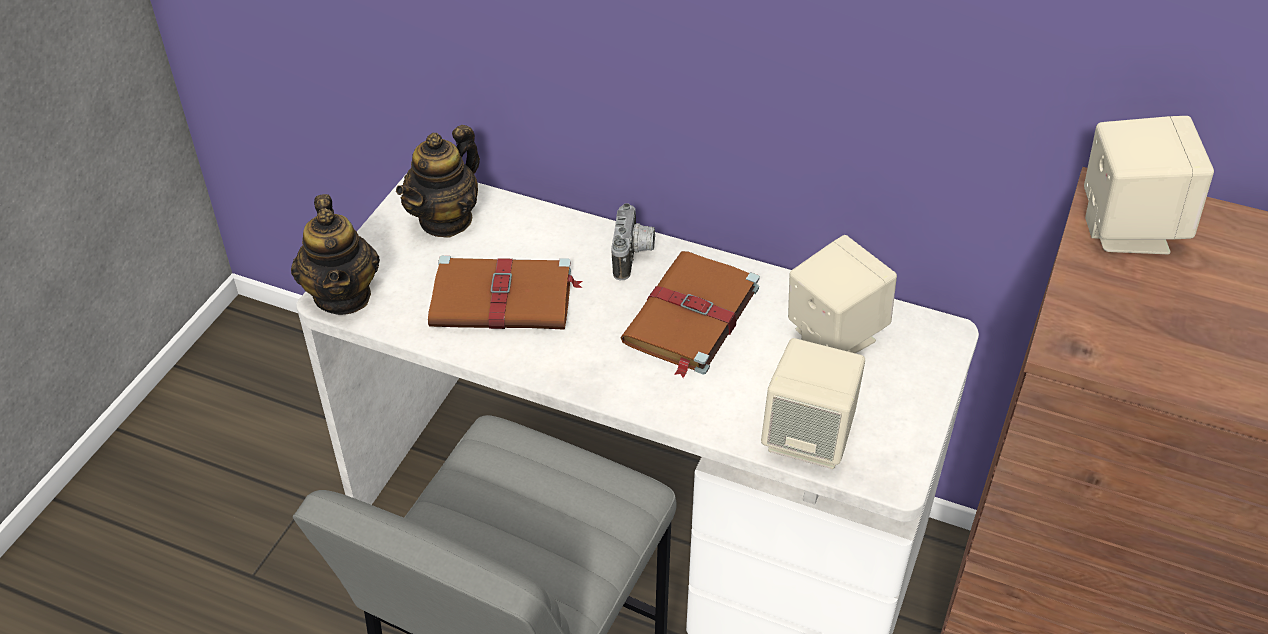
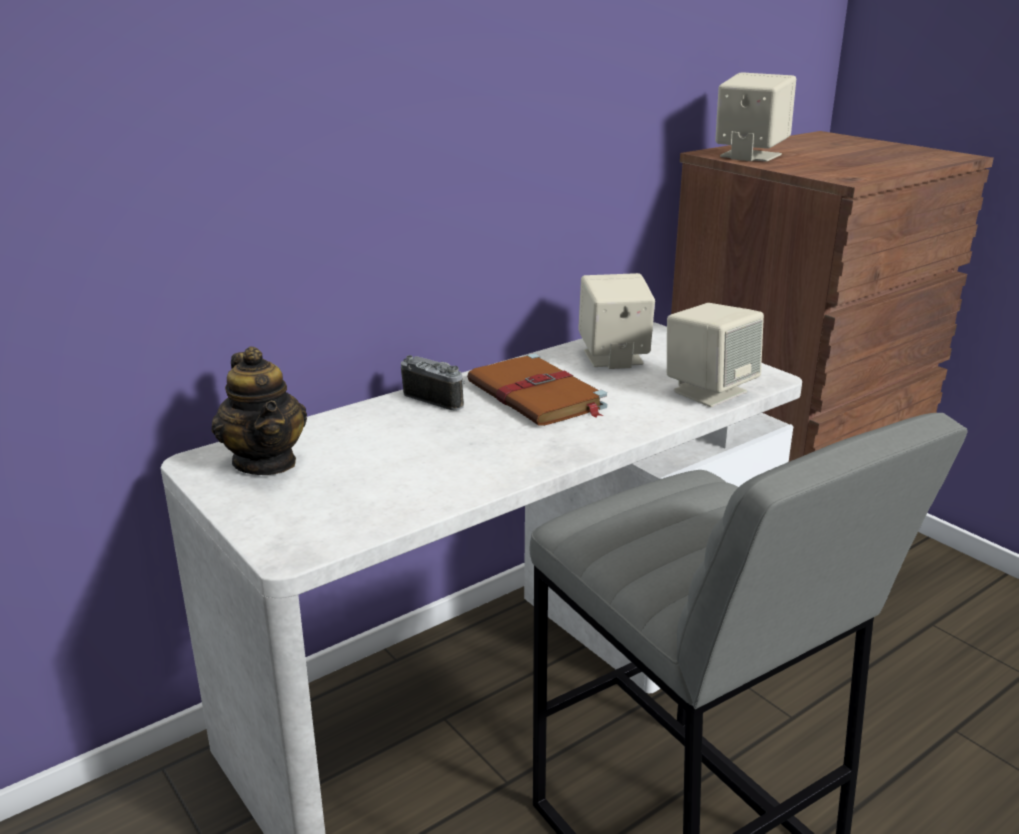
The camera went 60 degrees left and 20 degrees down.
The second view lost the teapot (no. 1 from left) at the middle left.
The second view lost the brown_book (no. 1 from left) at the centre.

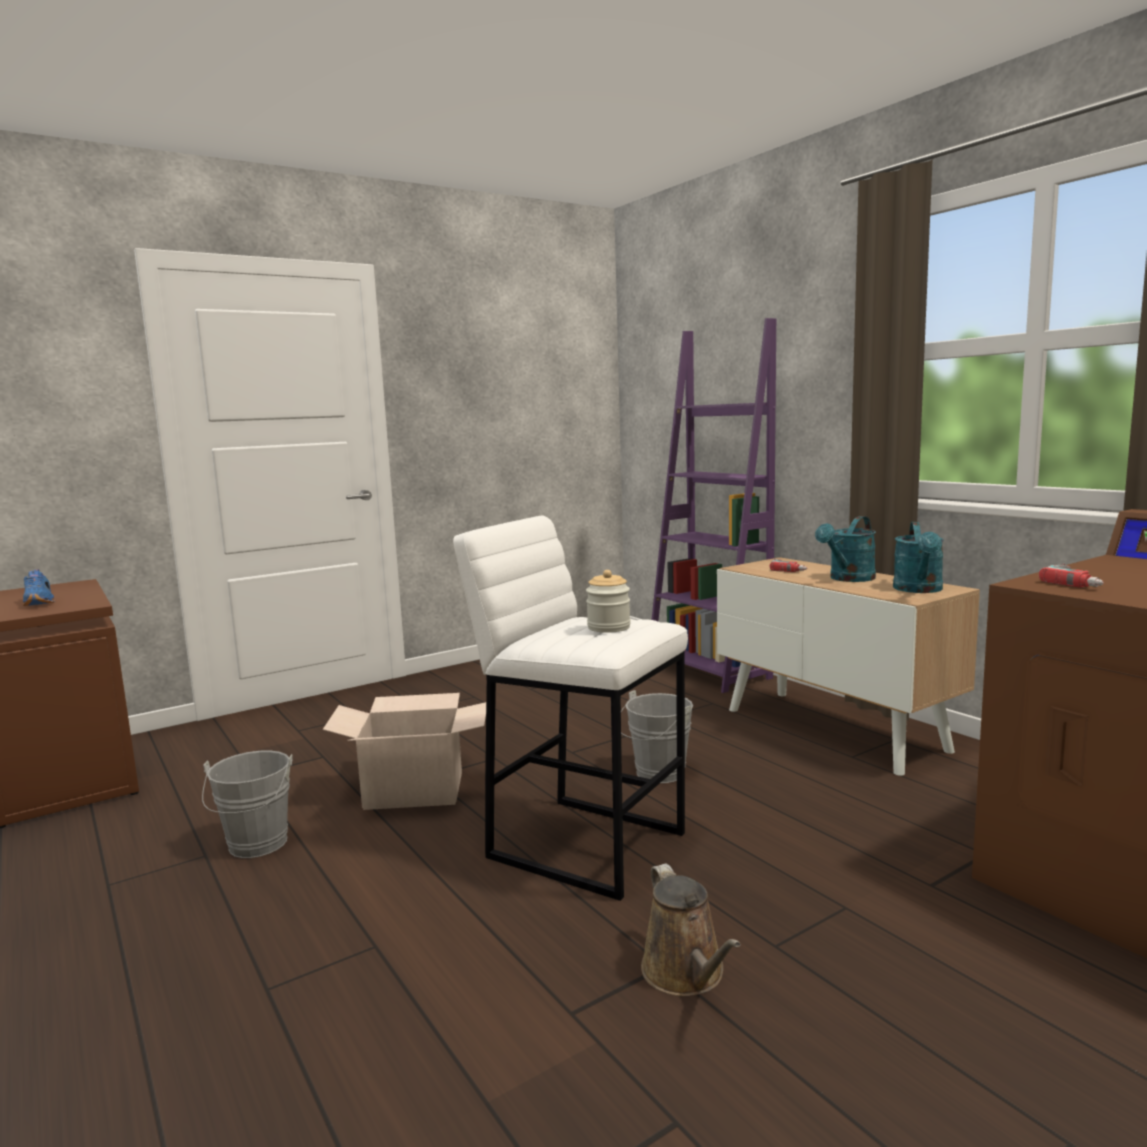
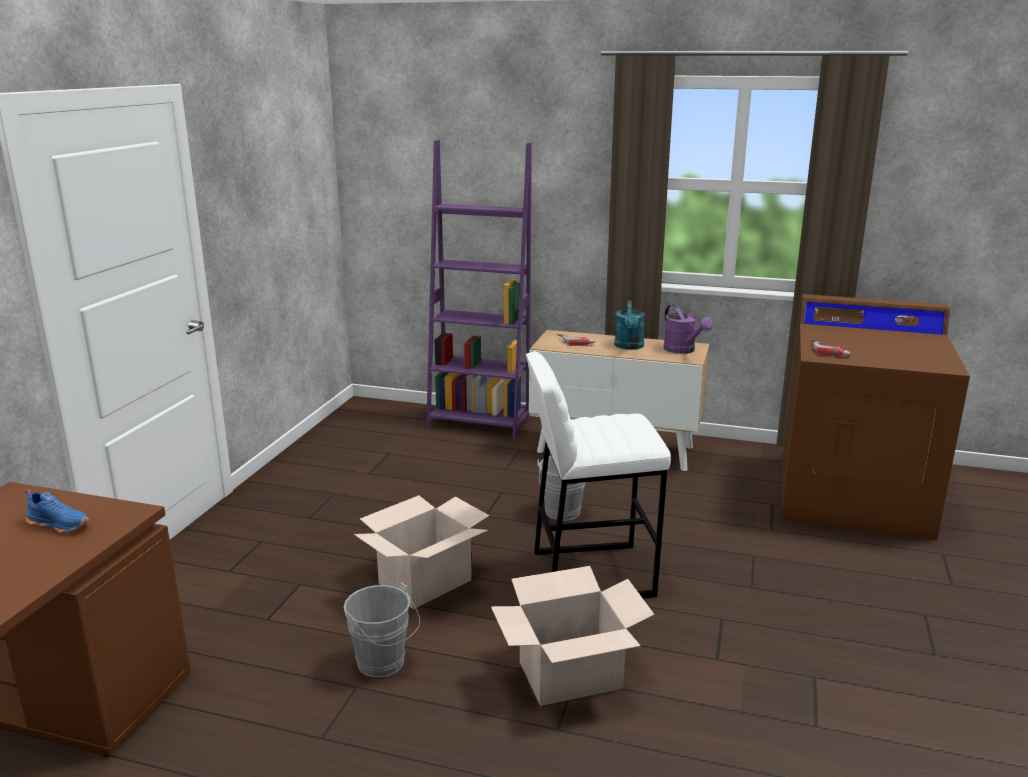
The camera went 40 degrees left and 10 degrees up.
What was the turquoise_watering_can (no. 2 from left) at the middle right turned into the purple_watering_can at the middle right.
The second view lost the jar at the centre.
The second view lost the brown_watering_can at the bottom centre.
The second view gained the cardboard_box (no. 2 from left) at the bottom centre.

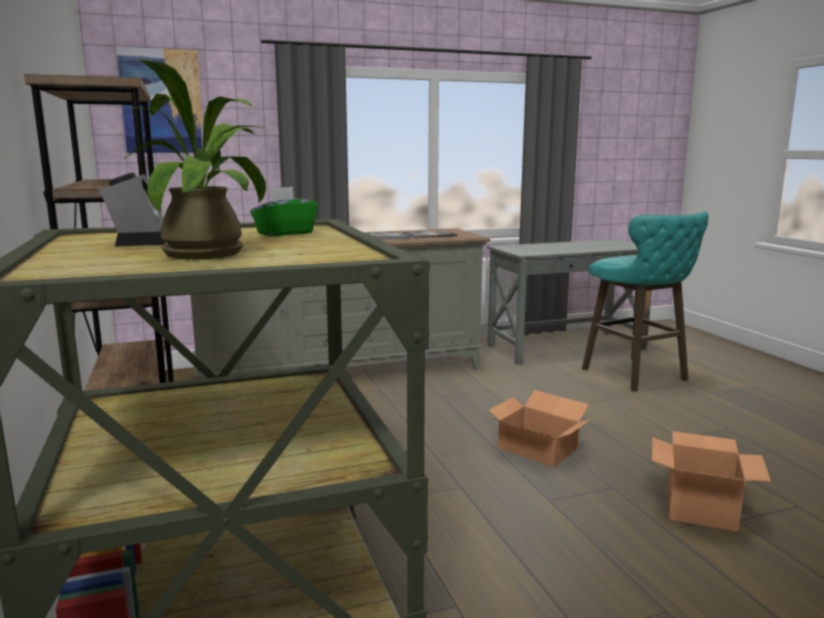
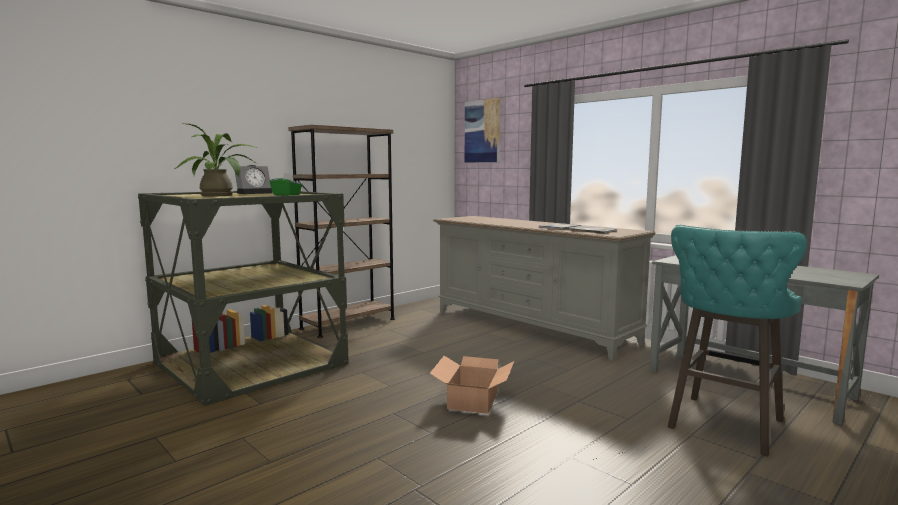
The camera went 65 degrees right and 5 degrees down.
The second view lost the cardboard_box (no. 2 from left) at the bottom right.

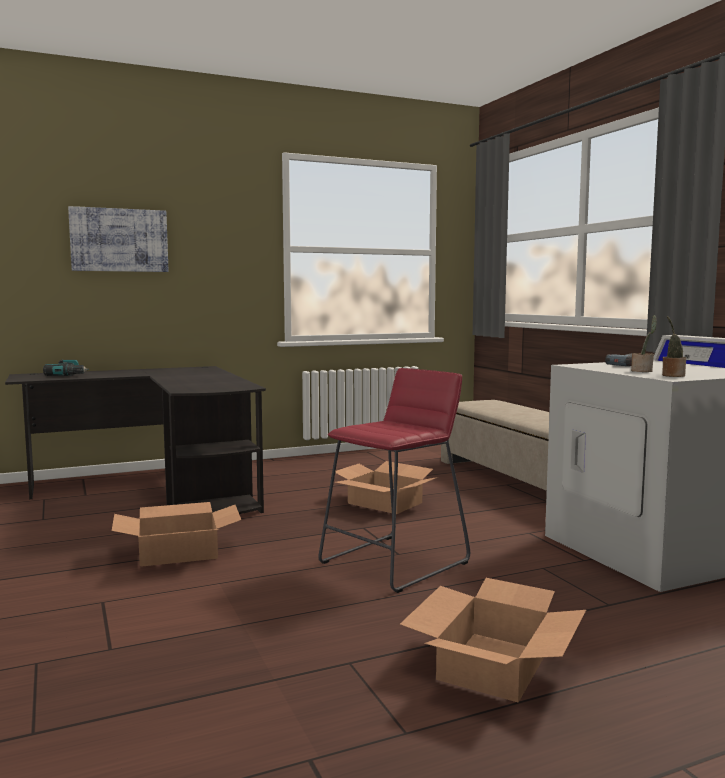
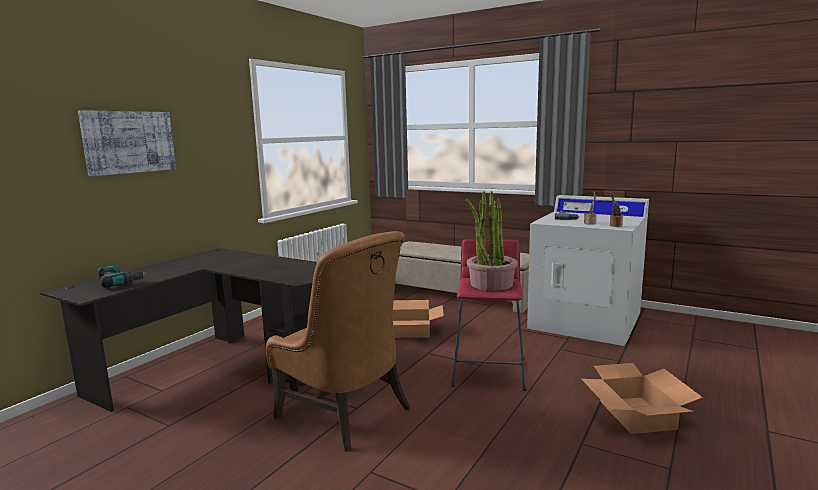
The camera went 35 degrees left and 5 degrees up.
Where the cardboard_box (no. 1 from left) stood at the bottom left, the brown_chair came to stand at the bottom centre.
The second view gained the potted_plant (no. 1 from left) at the centre.

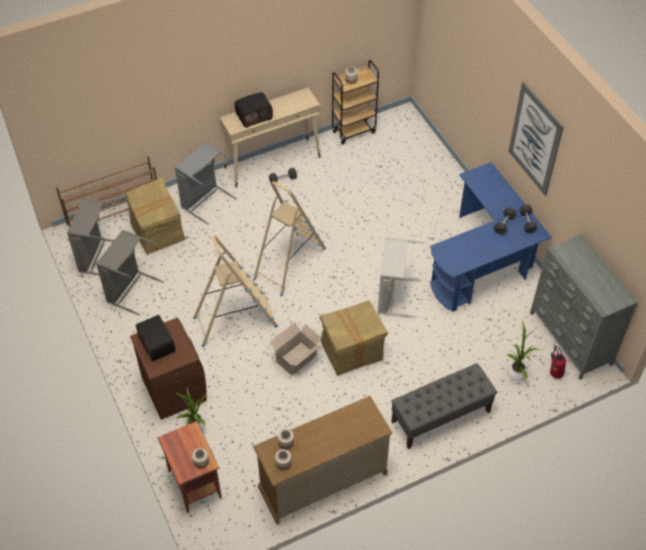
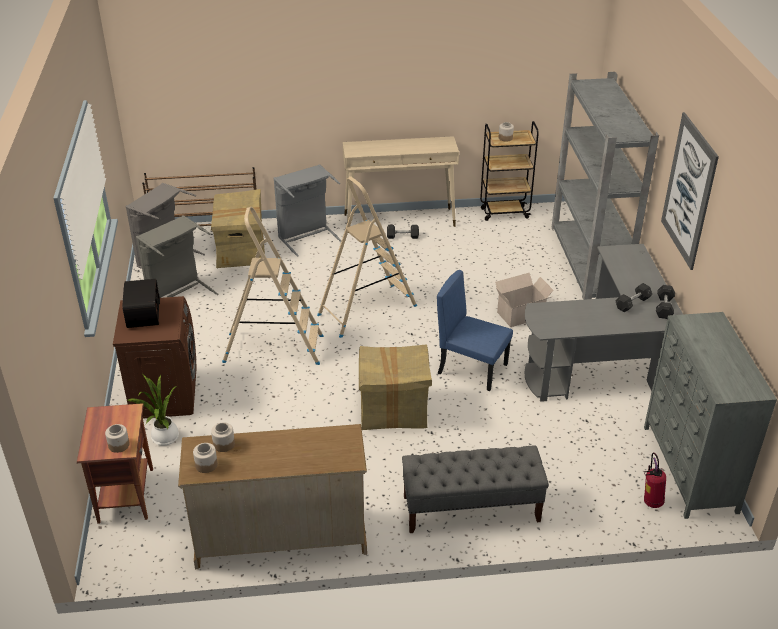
The camera went 20 degrees right and 15 degrees down.
The second view lost the radio (no. 2 from left) at the top centre.
What was the blue_desk at the middle right turned into the grey_desk at the middle right.
Where the grey_laundry_basket (no. 4 from left) stood at the centre, the blue_chair came to stand at the centre.
The second view lost the potted_plant (no. 2 from left) at the middle right.
The cardboard_box (no. 2 from left in the first image) ended up elsewhere, having gone from the centre to the middle right.
The second view gained the grey_bookcase at the top right.

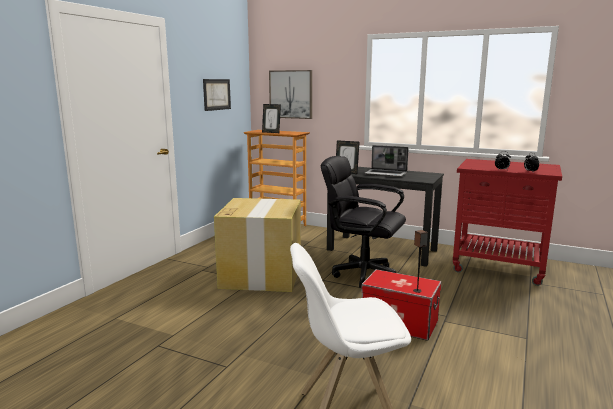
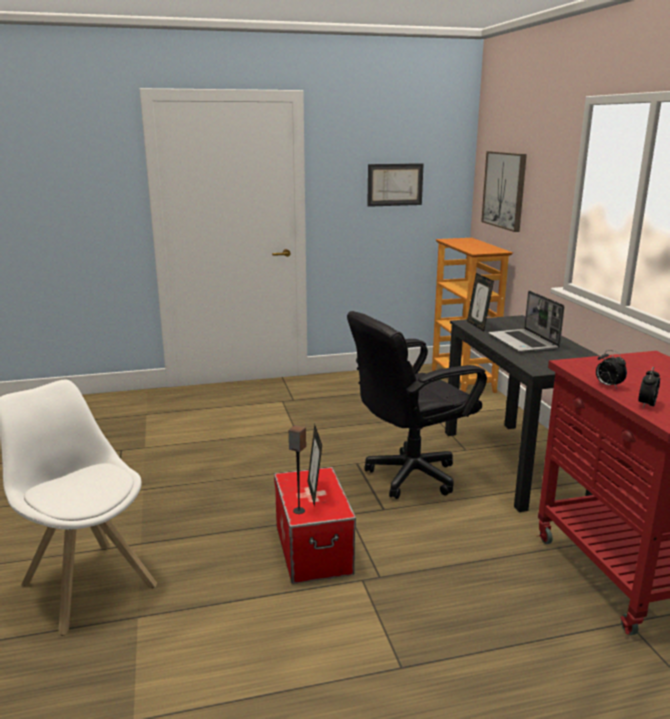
The camera went 50 degrees right and 5 degrees up.
The picture_frame (no. 1 from left) ended up elsewhere, having gone from the top centre to the centre.
The black_office_chair at the centre ended up facing another way, 105 degrees counterclockwise from before.
The second view lost the cardboard_box at the centre.

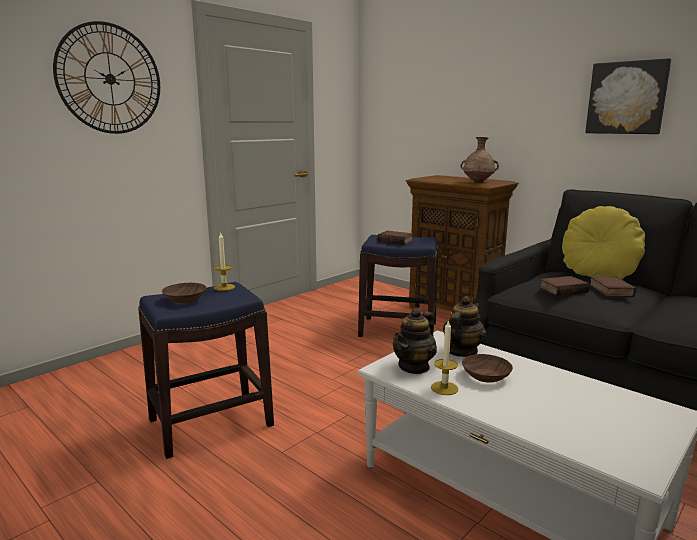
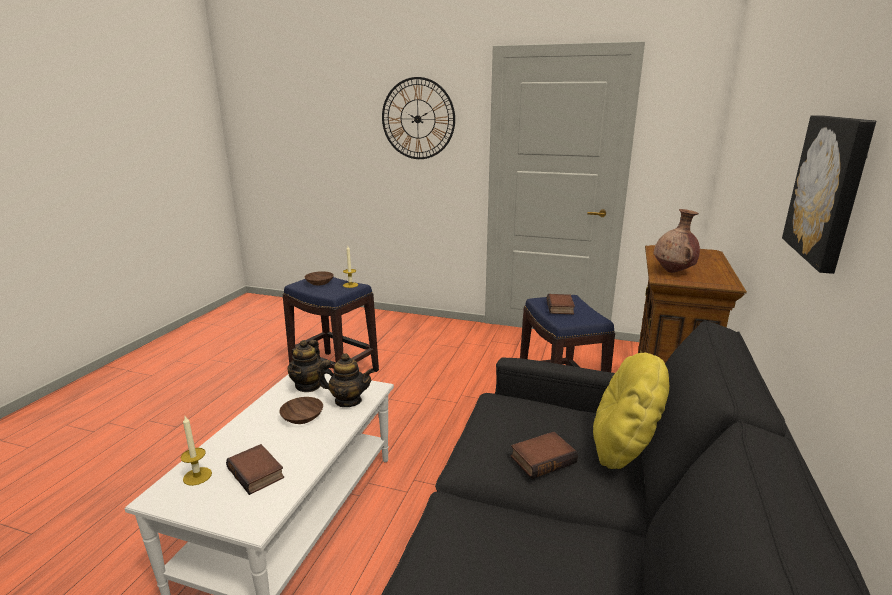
The camera went 65 degrees right and 5 degrees up.
The book (no. 2 from left in the first image) ended up elsewhere, having gone from the middle right to the bottom left.
The teapot (no. 1 from left) at the centre ended up facing another way, 90 degrees counterclockwise from before.
The candle (no. 2 from left in the first image) ended up elsewhere, having gone from the centre to the bottom left.

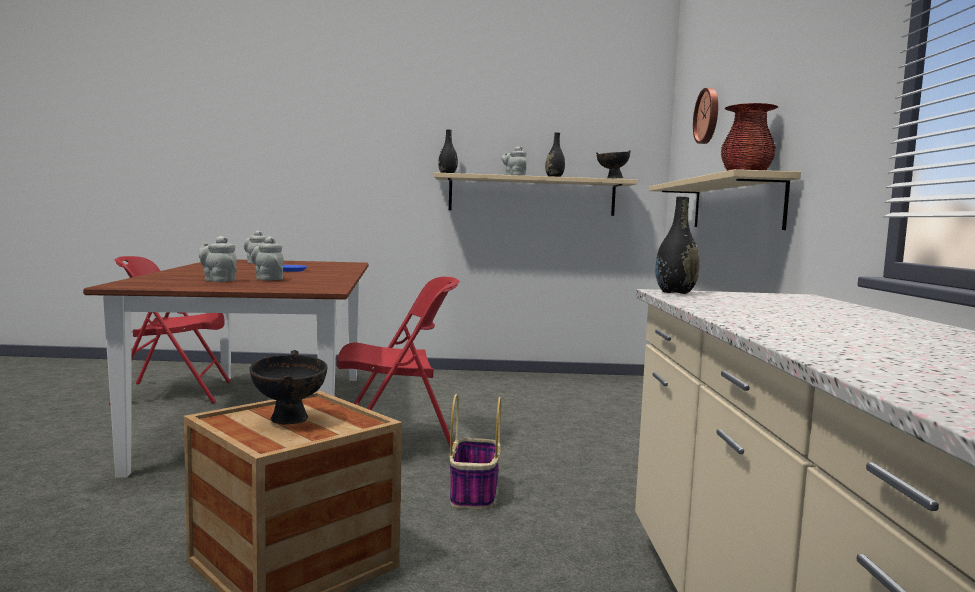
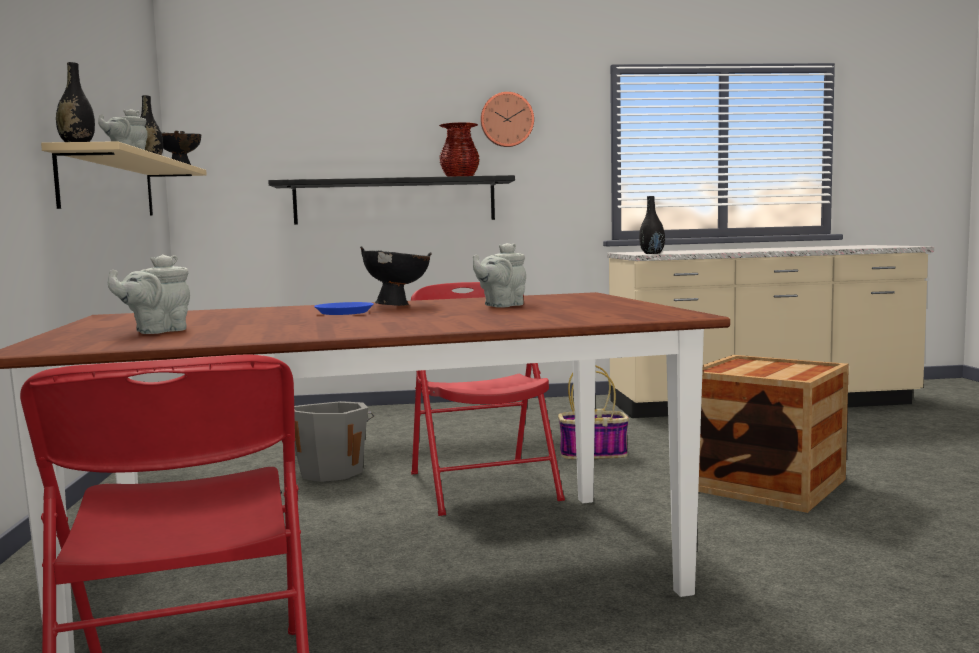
The camera went 95 degrees left and 0 degrees up.
The wall_clock ended up elsewhere, having gone from the top right to the top centre.
What was the beige_shelf (no. 2 from left) at the middle right turned into the black_shelf at the top centre.
The second view lost the grey_teapot (no. 1 from left) at the middle left.
The black_bowl (no. 1 from left in the first image) ended up elsewhere, having gone from the middle left to the centre.
The second view gained the grey_bucket at the bottom centre.

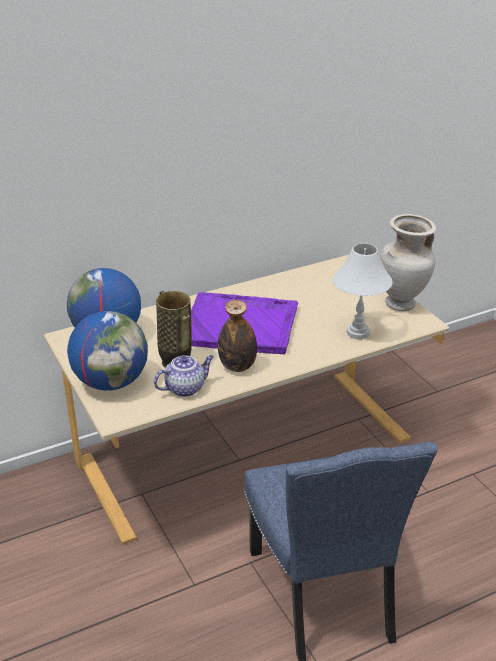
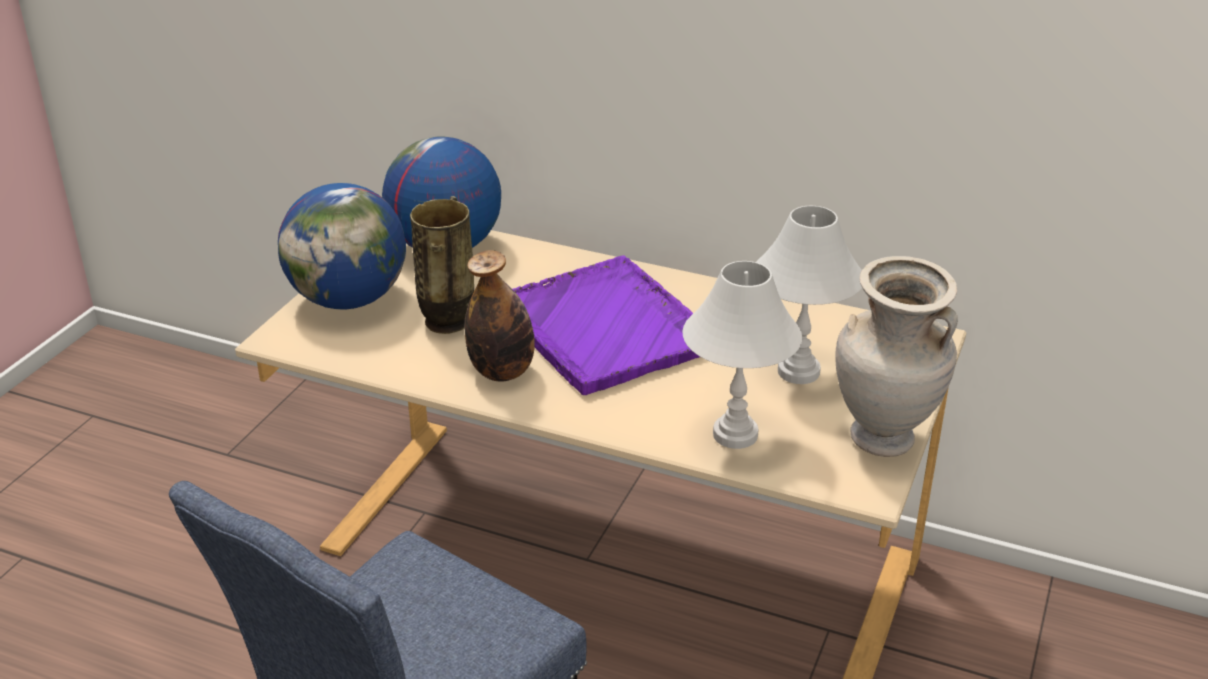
The camera went 50 degrees right and 0 degrees up.
The second view lost the teapot at the centre.
The second view gained the white_table_lamp (no. 2 from left) at the middle right.

